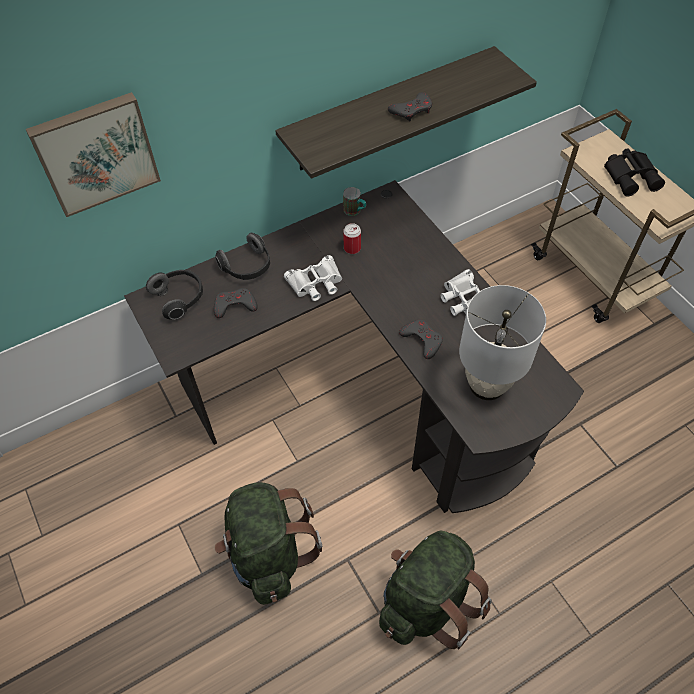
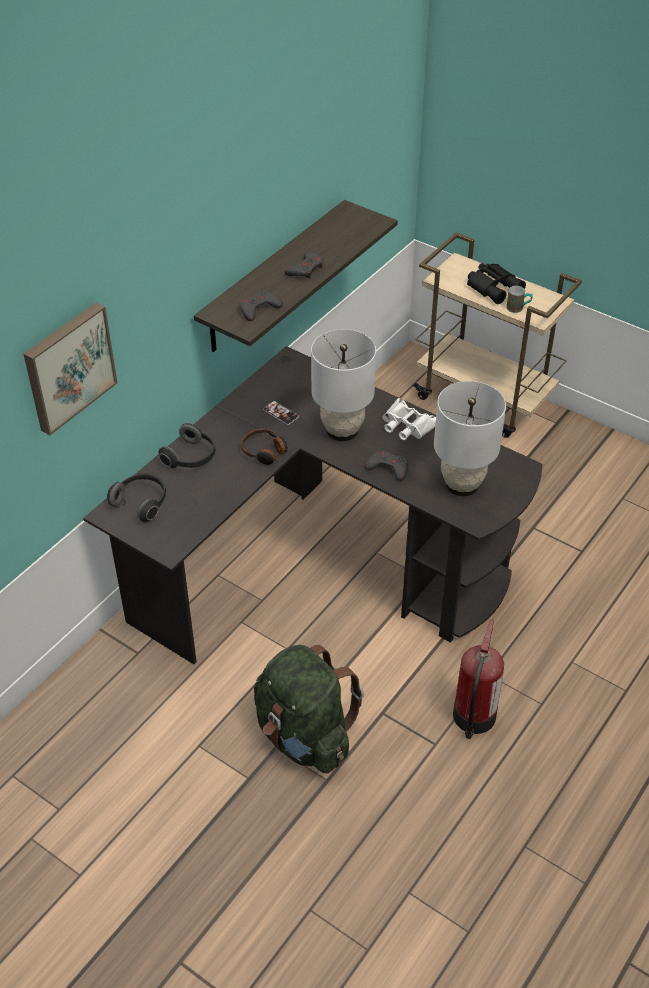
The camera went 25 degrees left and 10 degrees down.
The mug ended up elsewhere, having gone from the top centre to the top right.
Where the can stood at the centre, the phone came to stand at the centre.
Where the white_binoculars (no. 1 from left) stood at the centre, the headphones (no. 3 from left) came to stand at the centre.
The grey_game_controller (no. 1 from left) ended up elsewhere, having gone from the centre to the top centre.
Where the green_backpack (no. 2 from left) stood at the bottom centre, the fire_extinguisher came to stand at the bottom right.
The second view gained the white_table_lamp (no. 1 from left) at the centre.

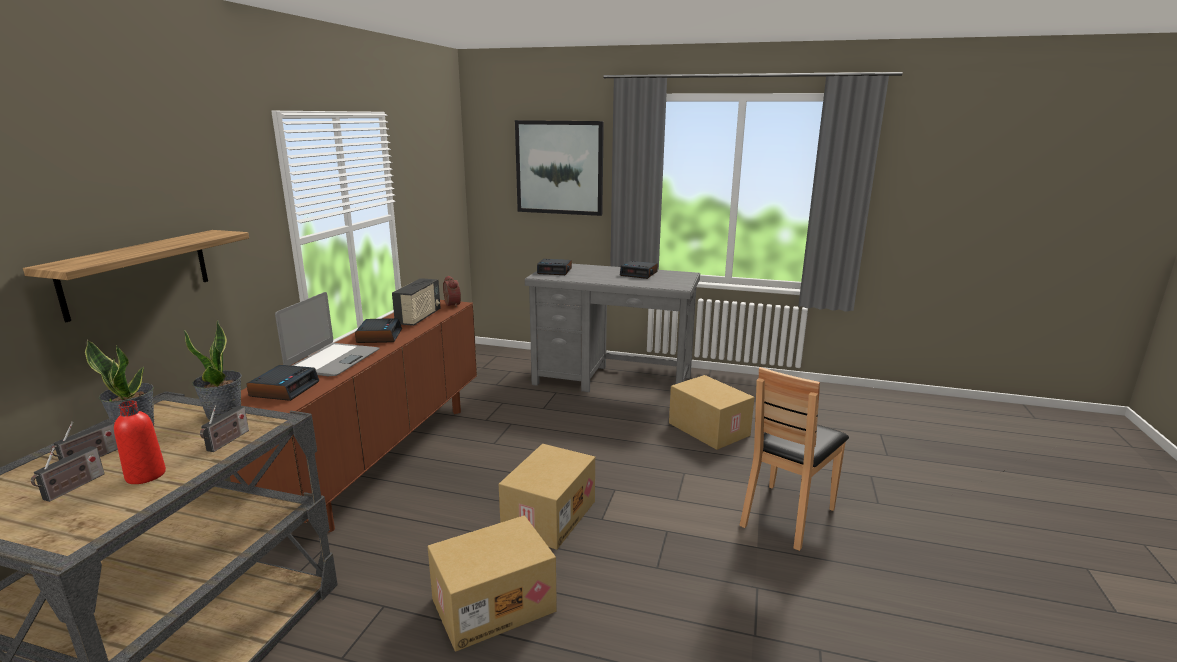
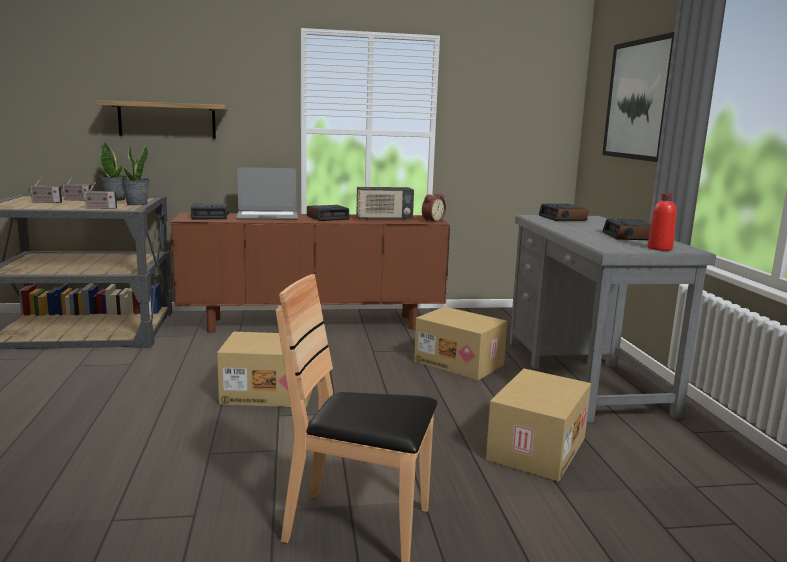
The camera went 65 degrees right and 5 degrees down.
The red_bottle ended up elsewhere, having gone from the bottom left to the middle right.
The cardboard_box (no. 1 from left in the first image) ended up elsewhere, having gone from the bottom centre to the centre.

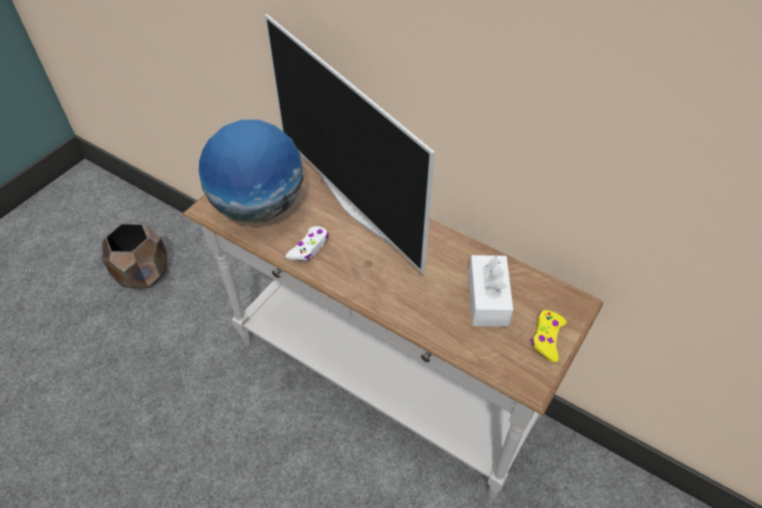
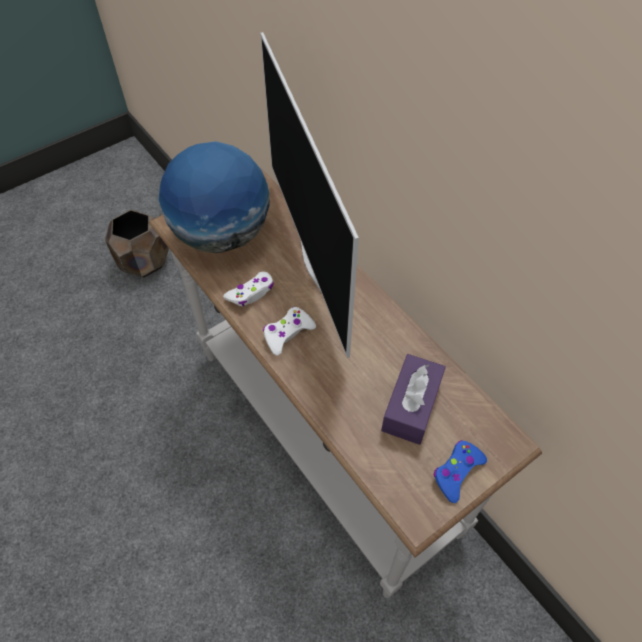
The camera went 20 degrees right and 5 degrees up.
What was the white_tissue_box at the centre turned into the purple_tissue_box at the centre.
What was the yellow_game_controller at the middle right turned into the blue_game_controller at the bottom right.
The second view gained the white_game_controller (no. 2 from left) at the centre.

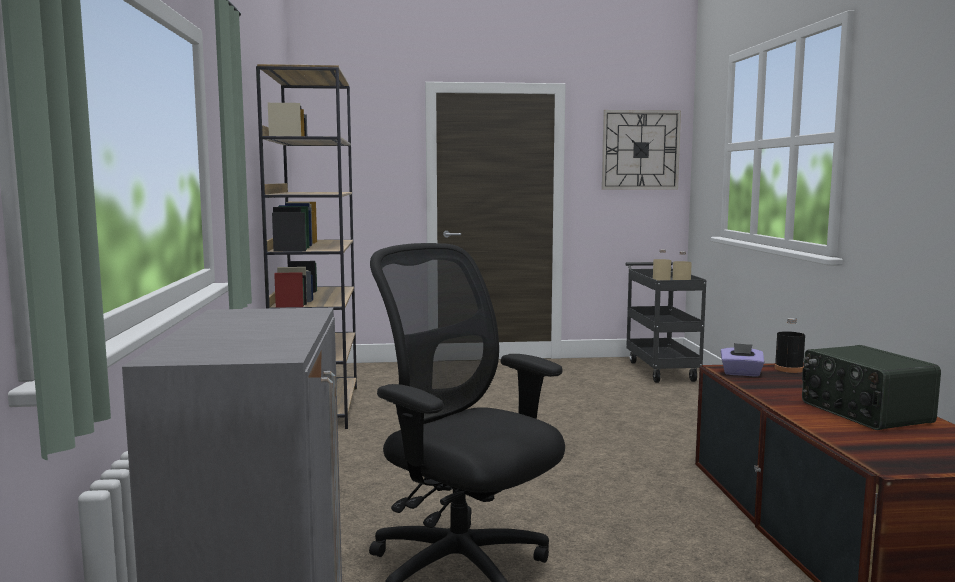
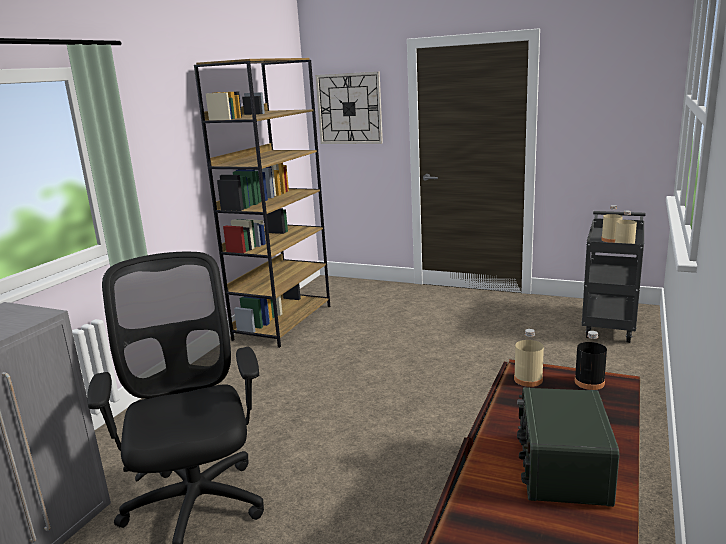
The camera went 30 degrees right and 10 degrees up.
The wall_clock ended up elsewhere, having gone from the top right to the top centre.
Where the purple_tissue_box stood at the middle right, the beige_bottle (no. 1 from left) came to stand at the middle right.

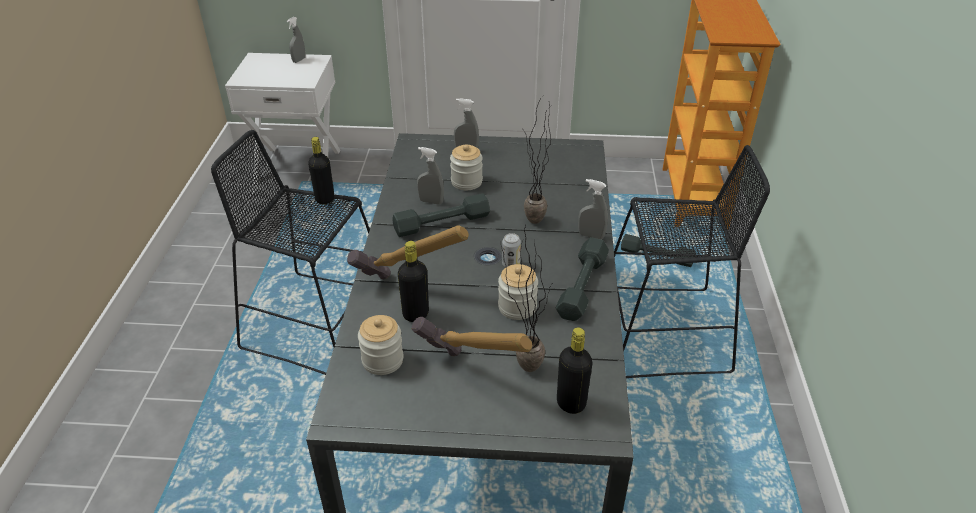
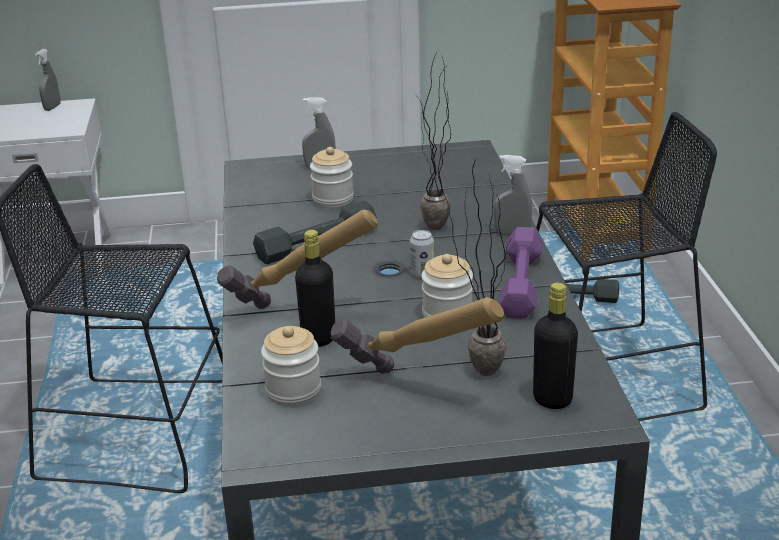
The camera went 10 degrees left and 10 degrees down.
The second view lost the black_bottle (no. 1 from left) at the top left.
The second view lost the grey_spray_bottle (no. 2 from left) at the centre.
What was the grey_dumbbell (no. 2 from left) at the centre turned into the purple_dumbbell at the middle right.

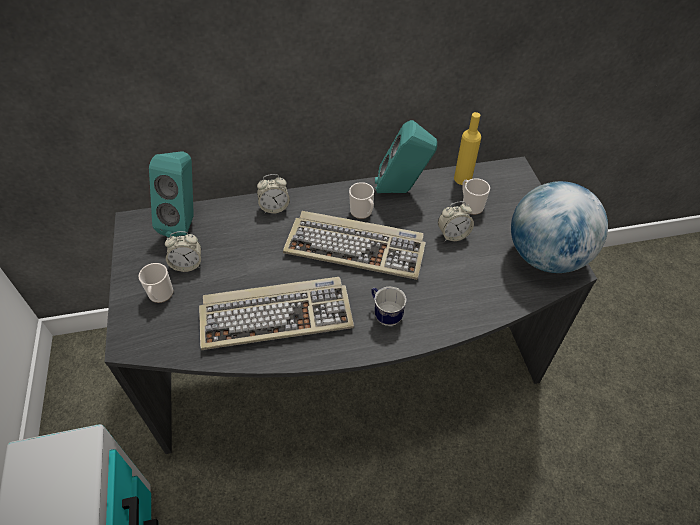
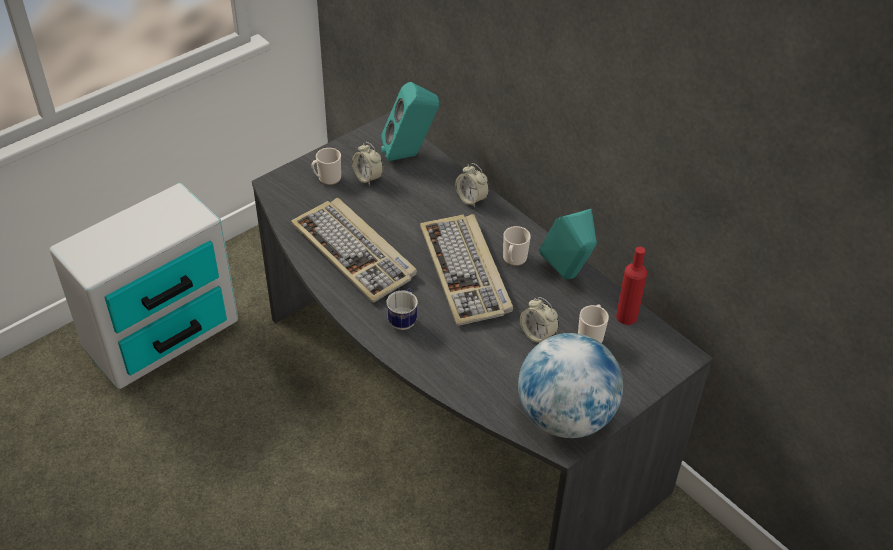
The camera went 60 degrees right and 5 degrees down.
What was the yellow_bottle at the top right turned into the red_bottle at the middle right.

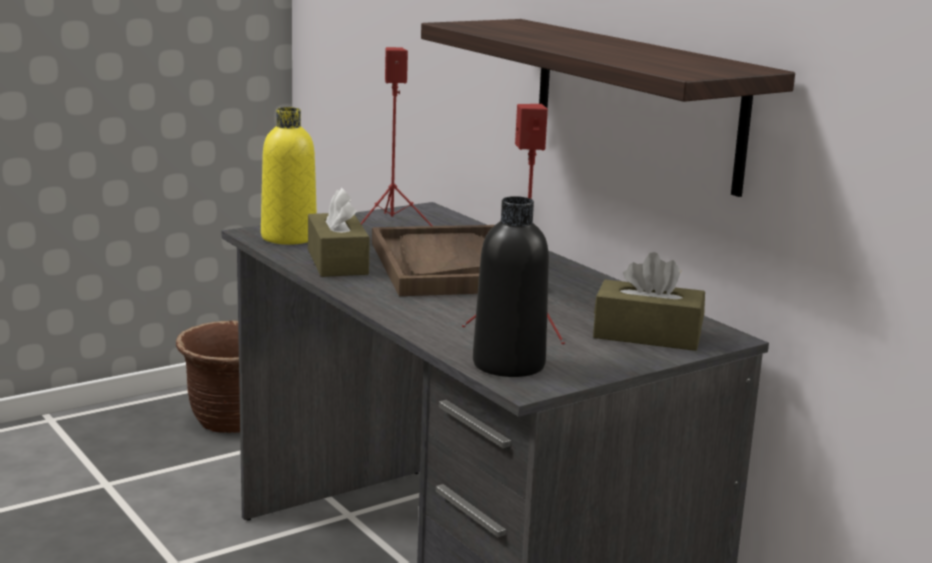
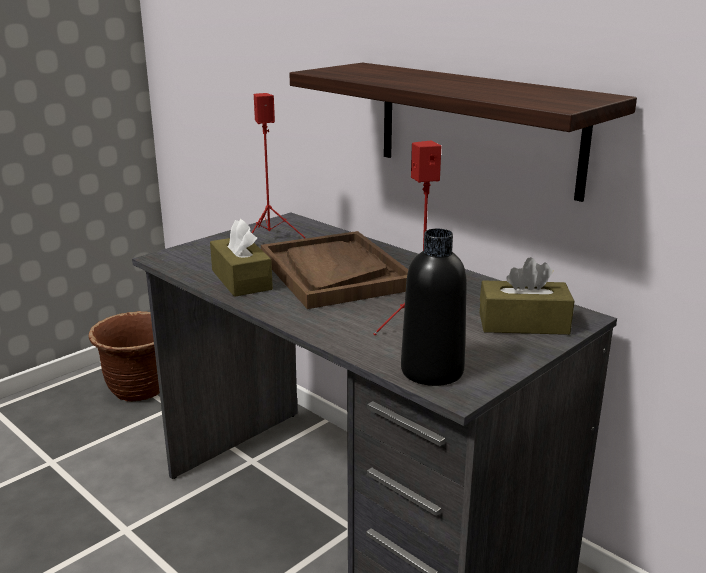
The camera went 10 degrees left and 5 degrees up.
The second view lost the yellow_bottle at the top left.

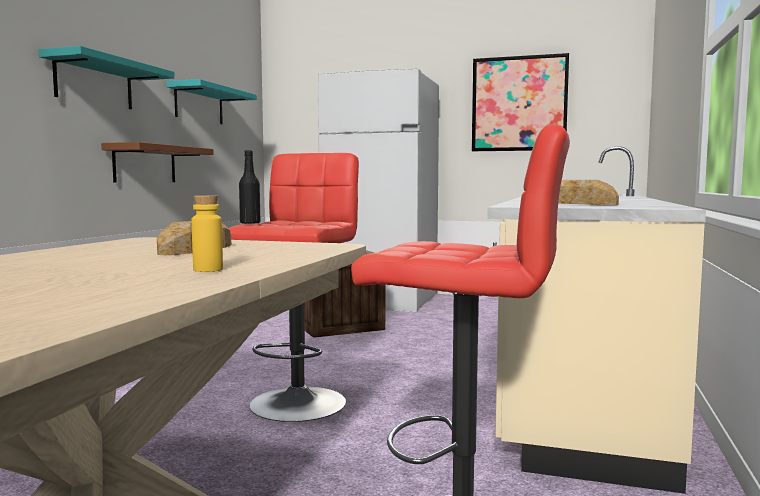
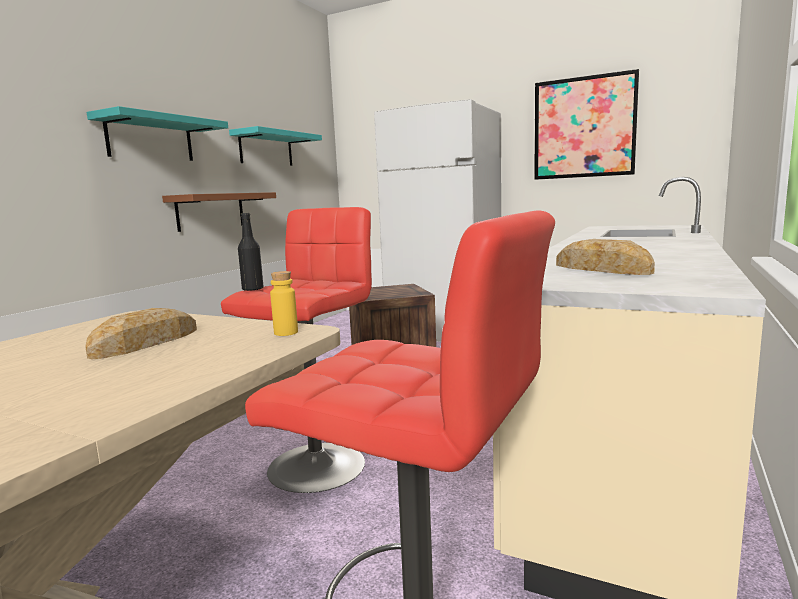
The camera went 10 degrees right and 5 degrees up.
The yellow_bottle ended up elsewhere, having gone from the middle left to the centre.

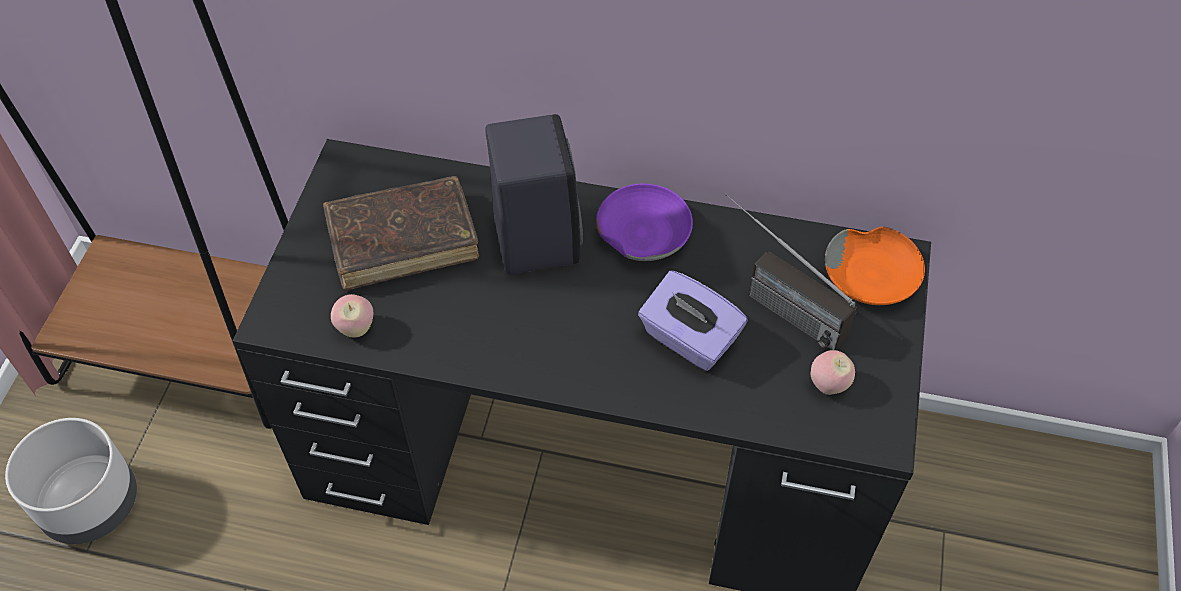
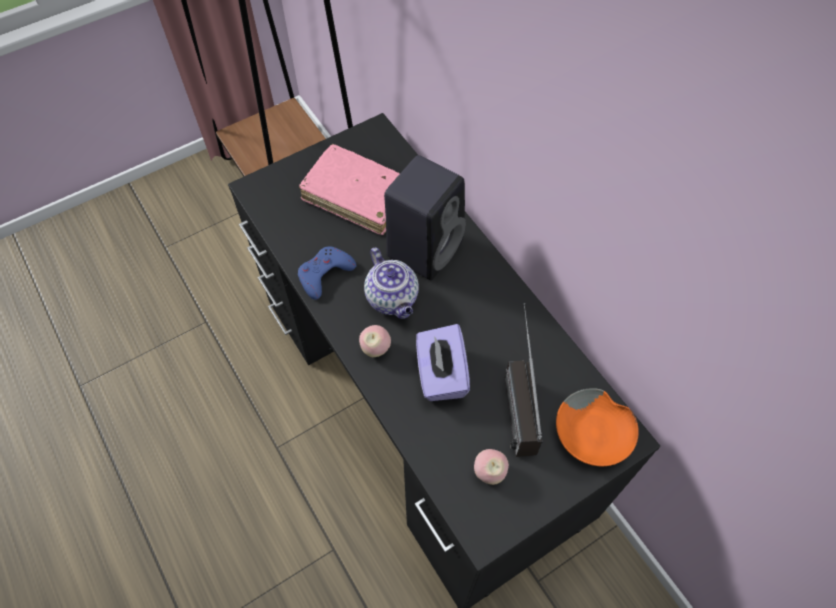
The camera went 45 degrees right and 5 degrees up.
What was the brown_book at the centre turned into the pink_book at the top centre.
The second view lost the purple_bowl at the centre.
The apple (no. 1 from left) ended up elsewhere, having gone from the middle left to the centre.
The second view lost the grey_planter at the bottom left.
The second view gained the blue_game_controller at the centre.
The second view gained the teapot at the centre.

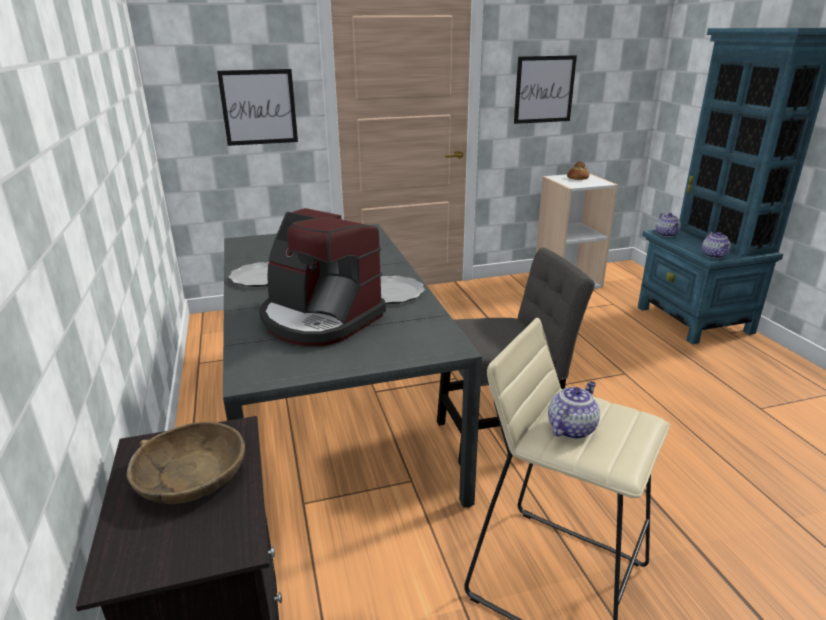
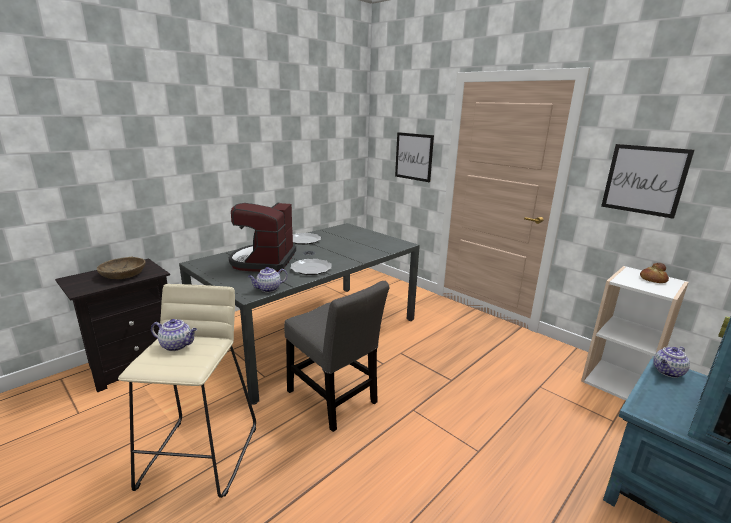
The camera went 60 degrees right and 5 degrees down.
The teapot (no. 3 from left in the first image) ended up elsewhere, having gone from the middle right to the centre.

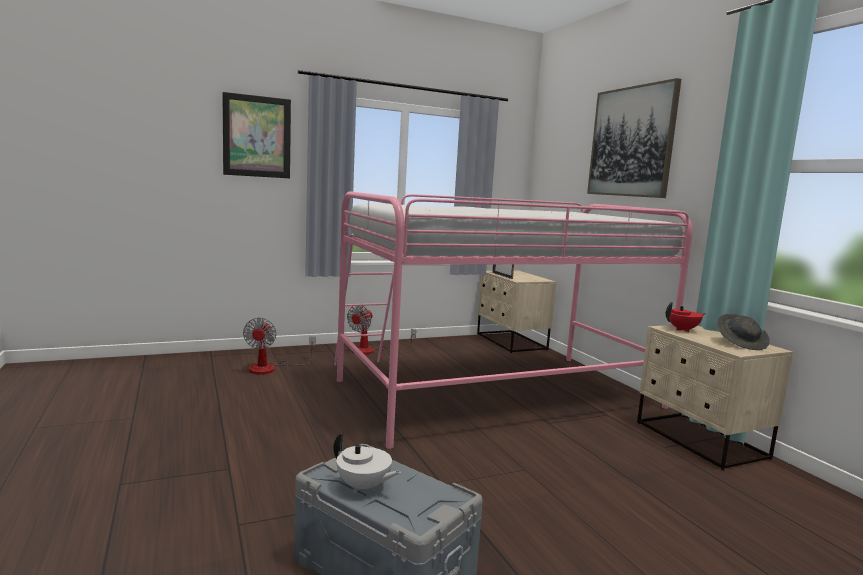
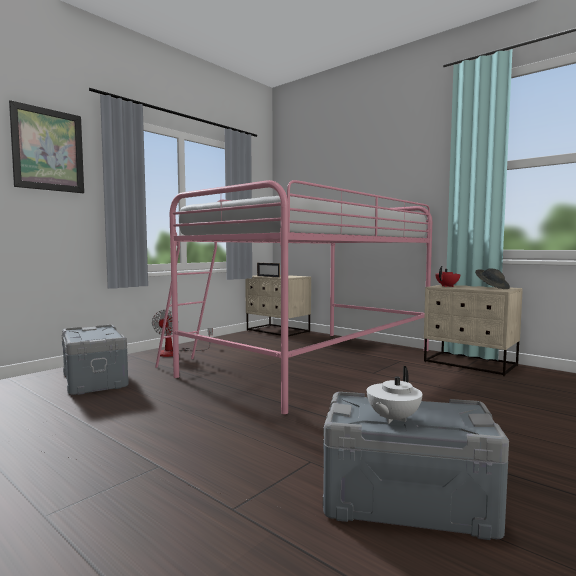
The camera went 25 degrees left and 5 degrees down.
The second view lost the picture (no. 2 from left) at the top right.
Where the fan (no. 1 from left) stood at the middle left, the grey_storage_box (no. 1 from left) came to stand at the middle left.
The white_teapot at the bottom centre ended up facing another way, 120 degrees clockwise from before.

